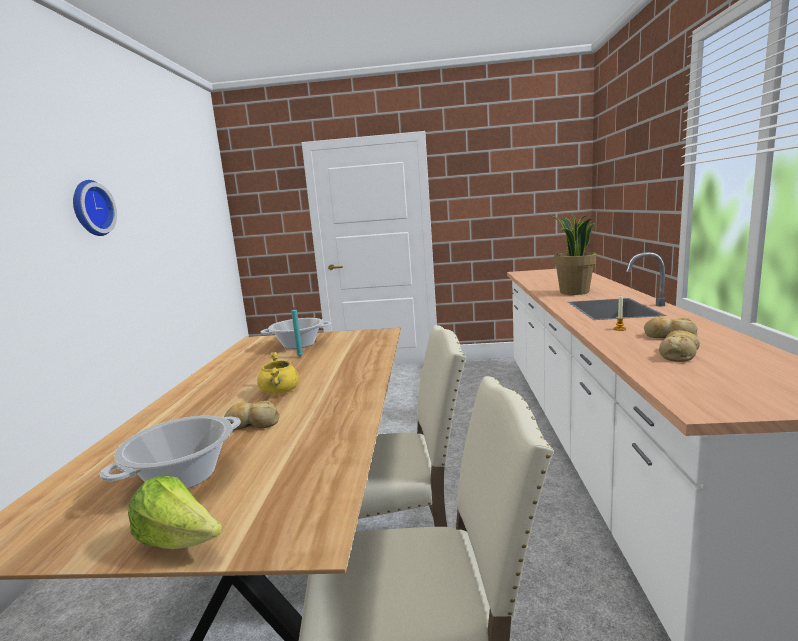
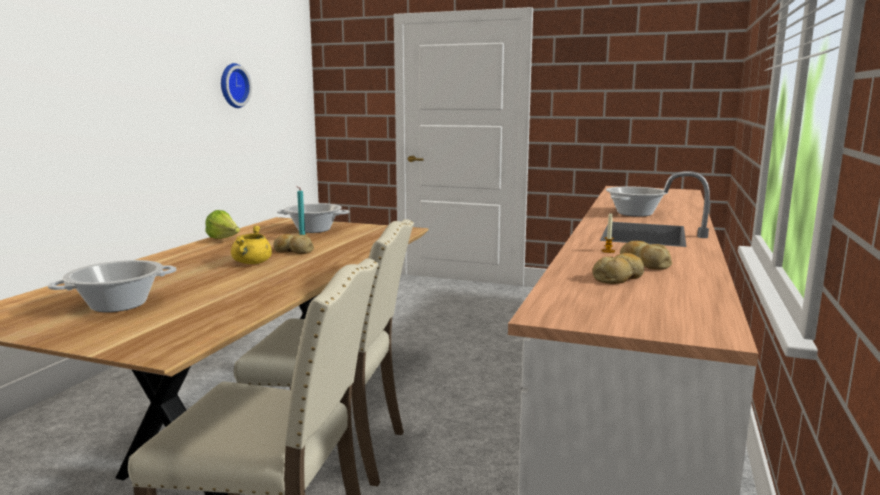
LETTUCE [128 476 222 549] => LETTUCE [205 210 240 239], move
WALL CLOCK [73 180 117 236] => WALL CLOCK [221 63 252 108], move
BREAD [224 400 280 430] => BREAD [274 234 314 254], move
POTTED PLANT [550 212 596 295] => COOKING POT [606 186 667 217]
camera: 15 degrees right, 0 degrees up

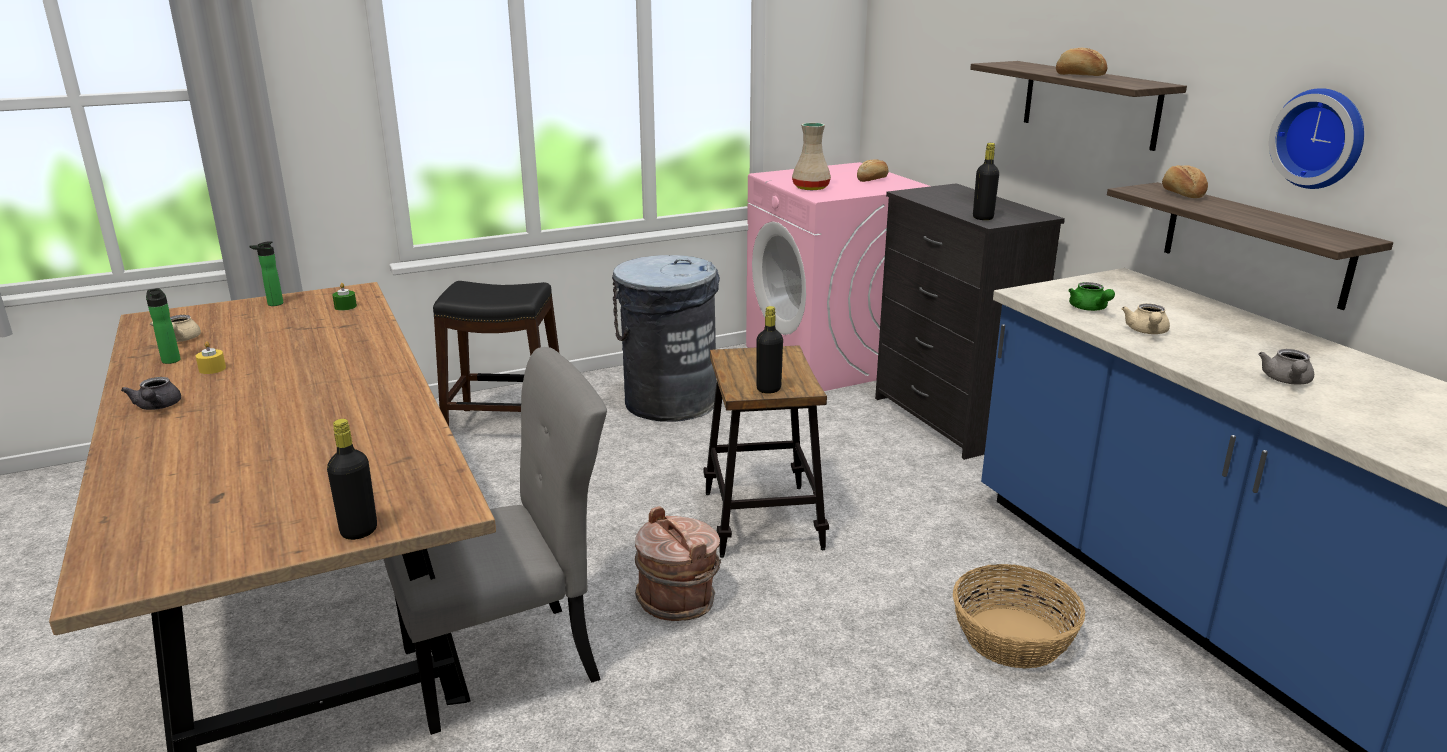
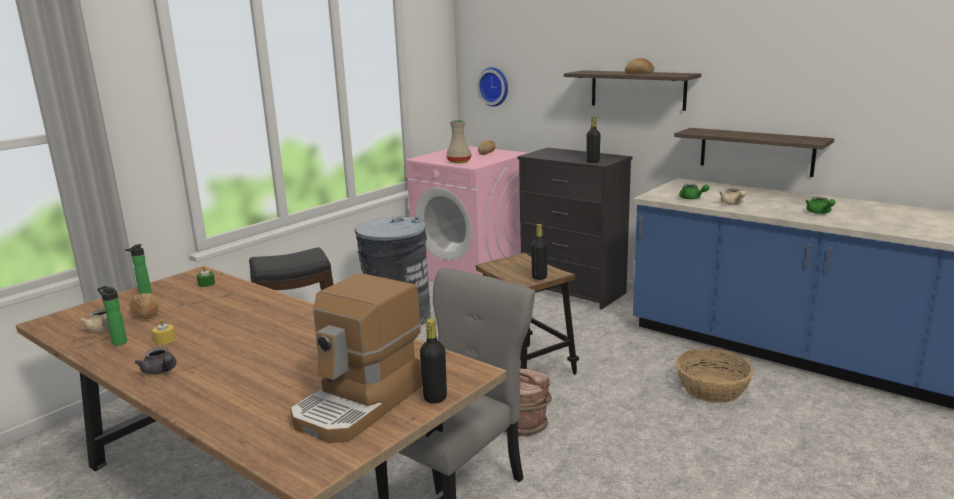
BREAD [1162 165 1208 198] => BREAD [129 293 159 319], move
nothing => COFFEE MACHINE [290 273 423 443]
WALL CLOCK [1269 88 1364 189] => WALL CLOCK [477 67 508 107], move
GREY TEAPOT [1258 349 1314 385] => GREEN TEAPOT [806 197 835 214]
camera: 25 degrees left, 5 degrees down

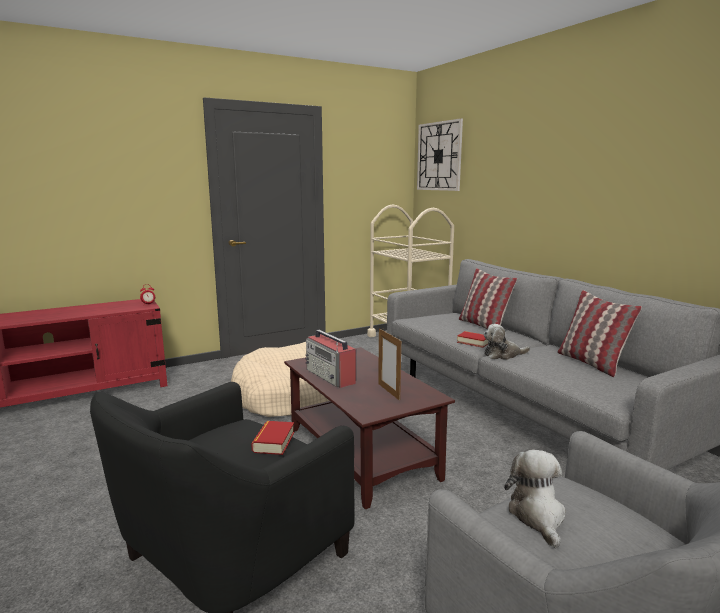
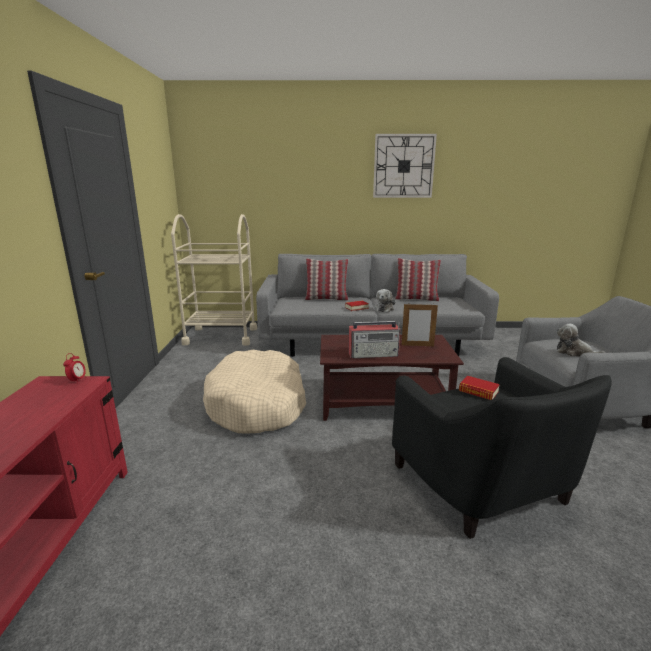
WALL CLOCK [417 118 463 191] => WALL CLOCK [373 134 437 198], move
camera: 60 degrees left, 5 degrees up

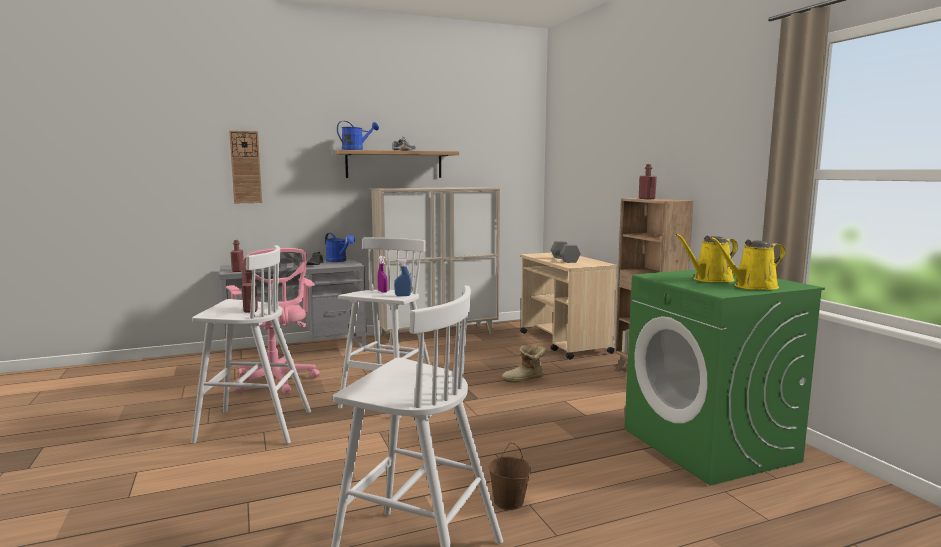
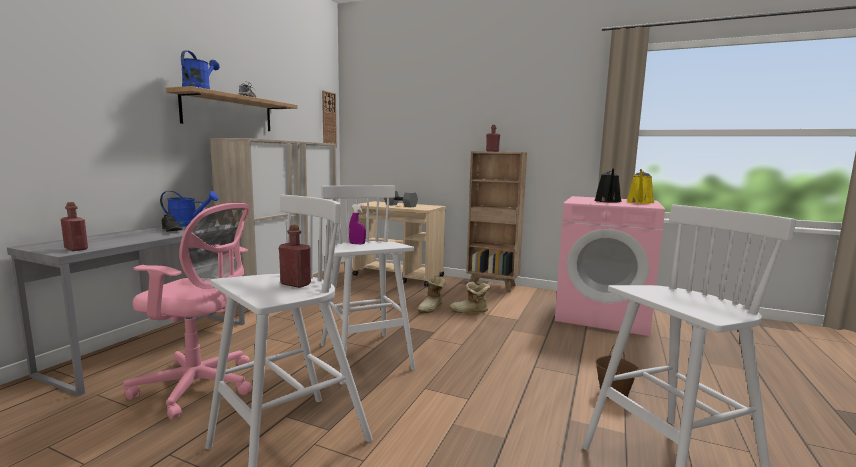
WALL CLOCK [229 131 262 203] => WALL CLOCK [322 91 337 148], move
nothing => BOOT [450 282 491 313]
GREEN WASHING MACHINE [625 270 825 486] => PINK WASHING MACHINE [555 196 665 336]
YELLOW WATERING CAN [675 234 738 282] => BLACK WATERING CAN [594 169 622 203]
BLUE SPRAY BOTTLE [394 259 411 296] => nothing
camera: 45 degrees left, 0 degrees up

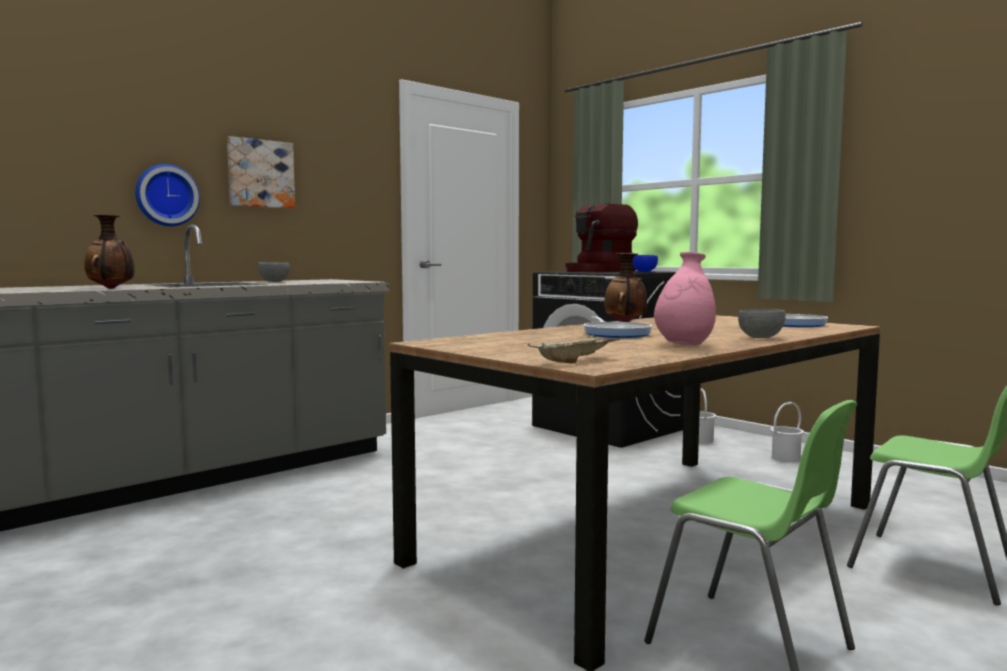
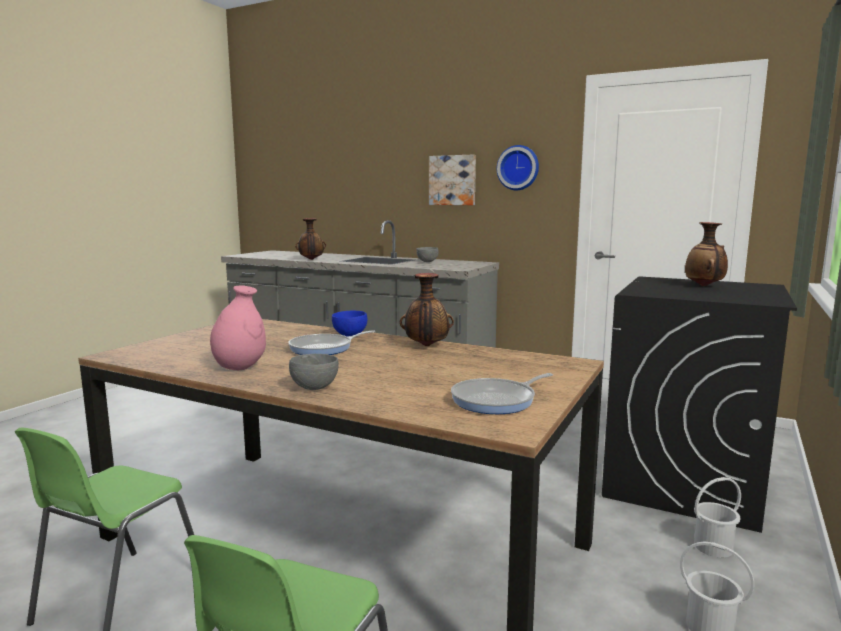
BLUE BOWL [632 255 658 272] => BLUE BOWL [332 311 367 336], move
WALL CLOCK [135 164 200 226] => WALL CLOCK [496 145 539 190], move
COFFEE MACHINE [565 203 638 272] => VASE [685 222 728 286]
BEIGE TRAY [528 334 620 363] => nothing
camera: 70 degrees right, 5 degrees up

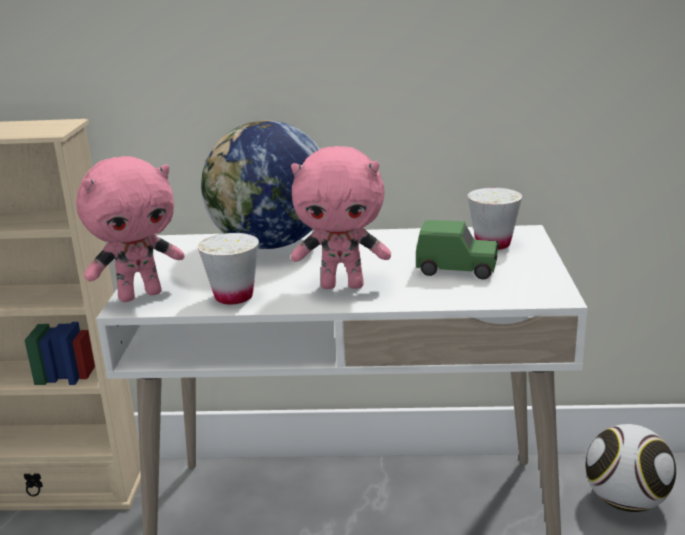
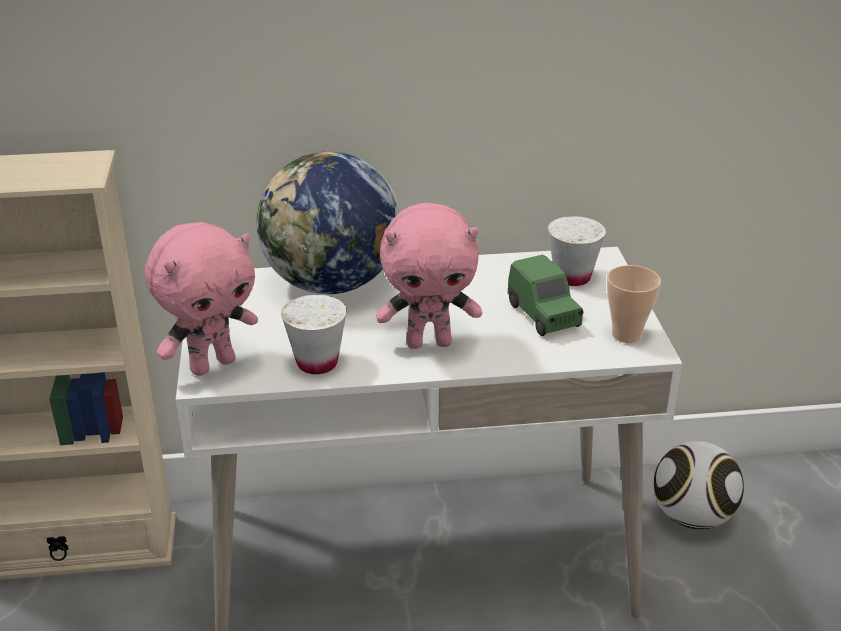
GREEN TOY CAR [416 220 500 279] => GREEN TOY CAR [508 255 583 336], 60 degrees clockwise
nothing => CUP [607 265 661 343]
camera: 10 degrees left, 10 degrees up

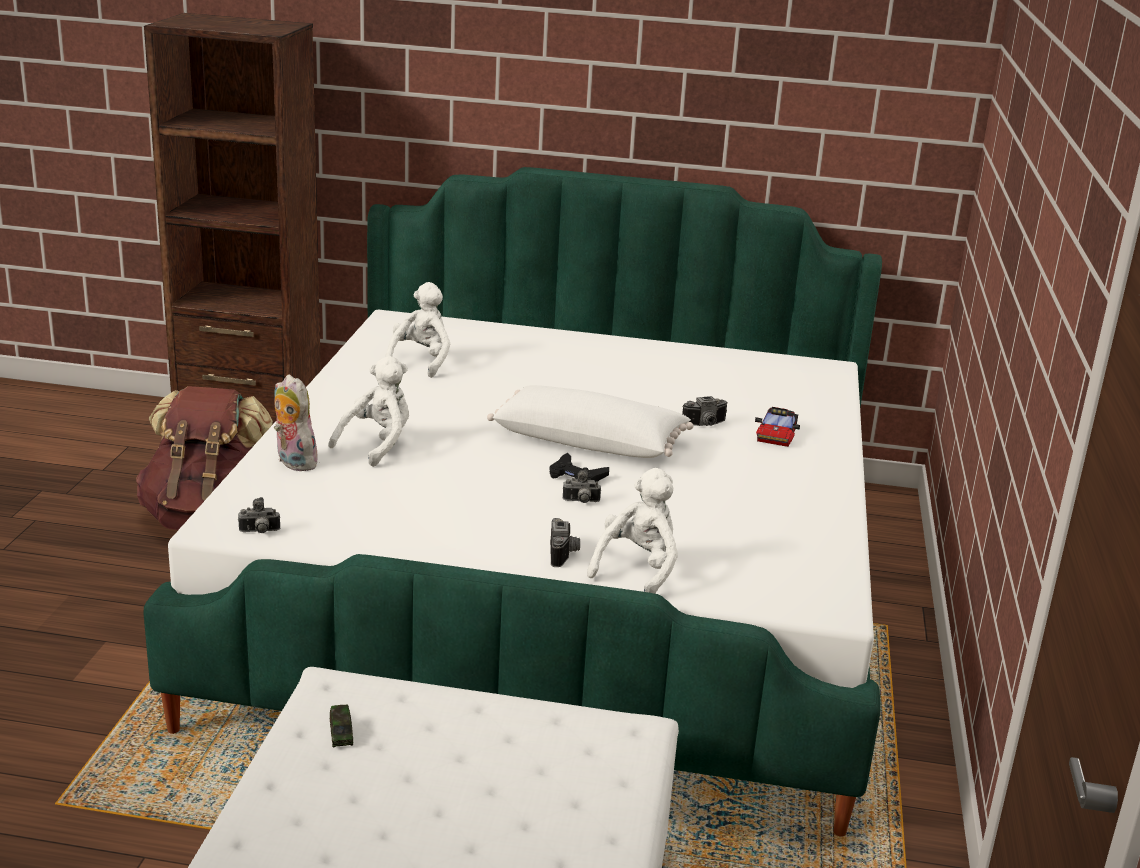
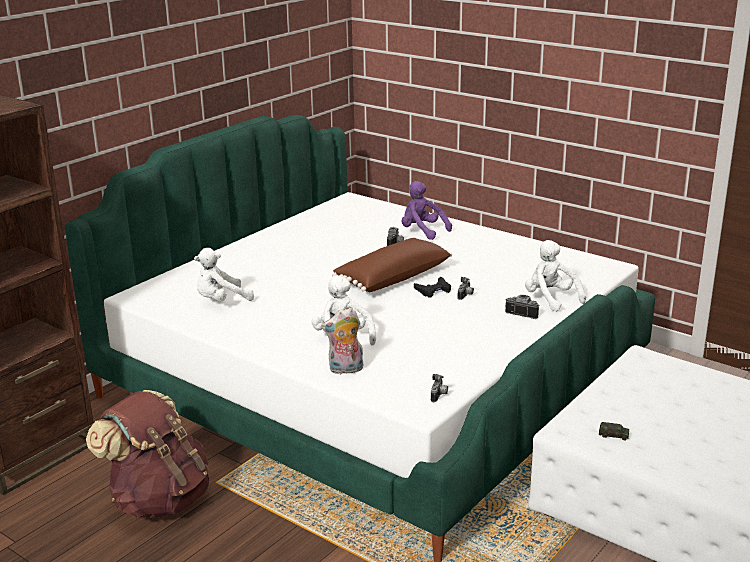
WHITE PLUSH TOY [385 282 451 378] => WHITE PLUSH TOY [194 248 254 302], 75 degrees counterclockwise
WHITE PILLOW [487 385 694 458] => BROWN PILLOW [332 238 452 292]
TOY CAR [755 407 800 447] => PURPLE PLUSH TOY [401 181 452 240]
camera: 60 degrees left, 0 degrees up

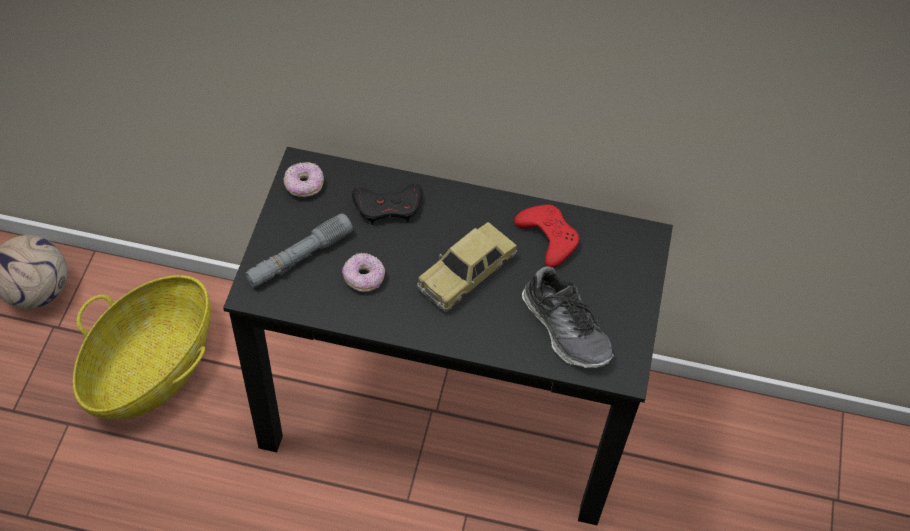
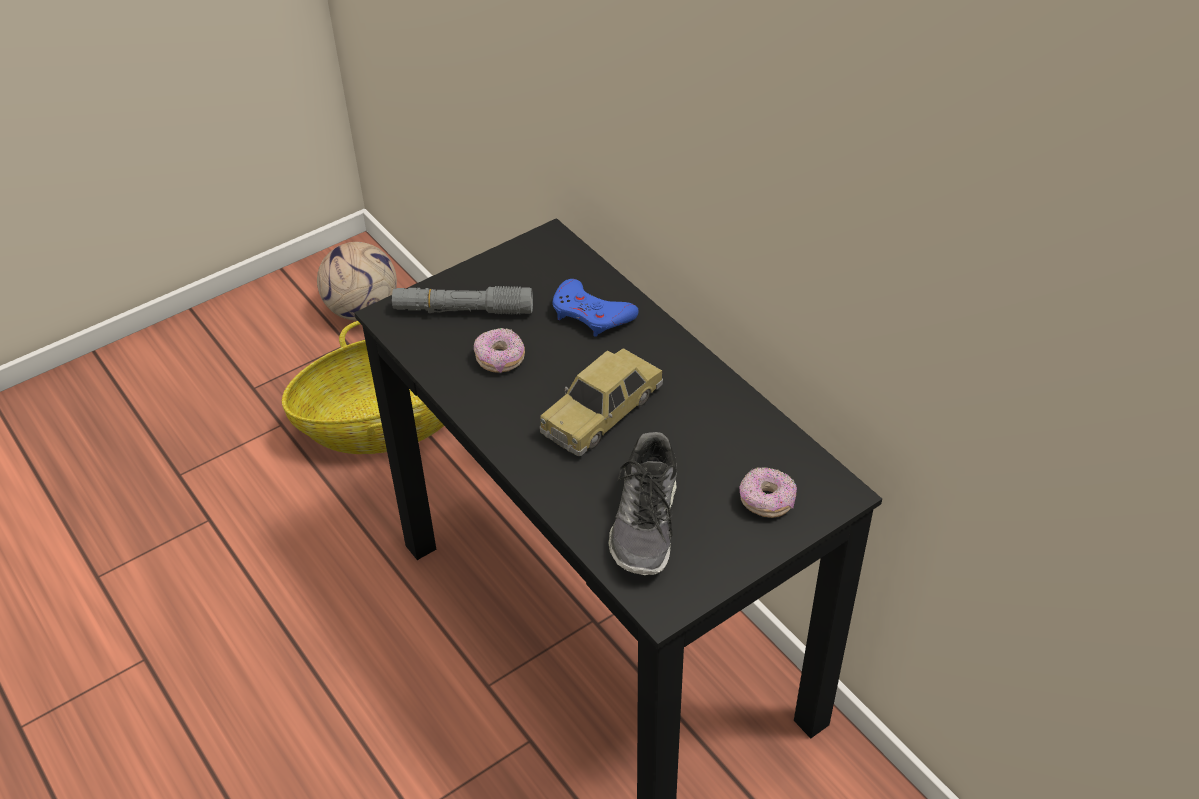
TOY CAR [417 222 517 312] => TOY CAR [540 348 663 456], 45 degrees counterclockwise
BLACK GAME CONTROLLER [352 184 422 225] => BLUE GAME CONTROLLER [553 279 639 337]
DONUT [284 162 324 197] => DONUT [740 467 797 518], move
RED GAME CONTROLLER [514 205 579 268] => nothing
camera: 45 degrees right, 10 degrees down

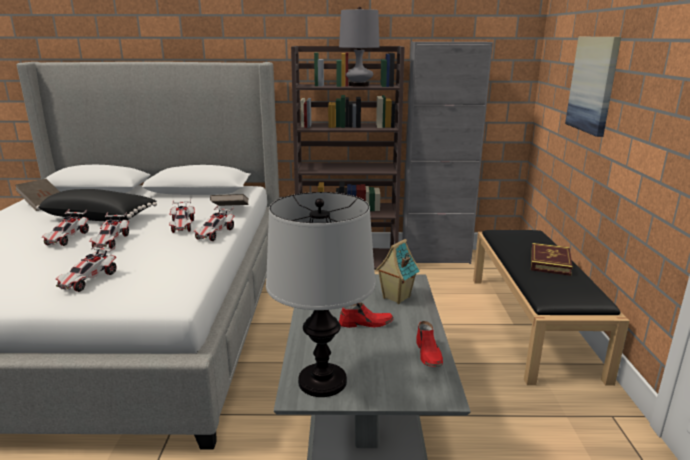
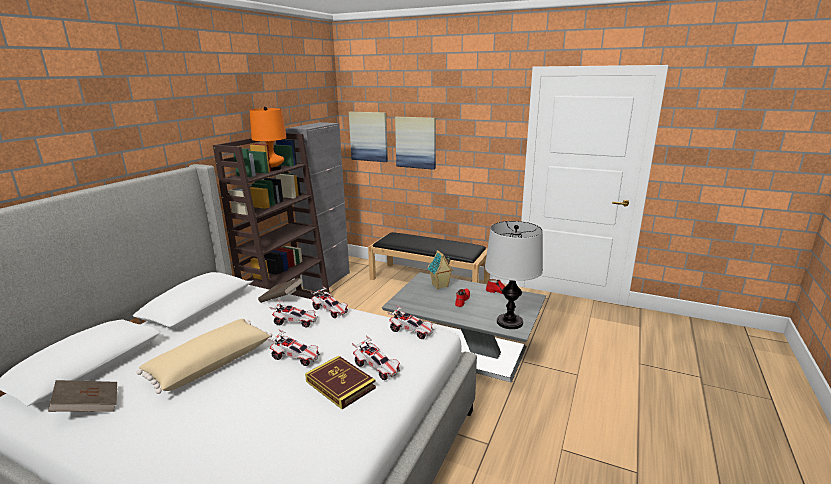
BLACK PILLOW [36 189 157 222] => BEIGE PILLOW [136 319 272 394]
GREY TABLE LAMP [339 7 380 87] => ORANGE TABLE LAMP [249 107 287 171]
BOOK [531 243 573 276] => BOOK [305 356 376 409], move
nothing => PICTURE [349 111 388 162]
TOY CAR [42 209 89 246] => TOY CAR [388 305 434 339], move
camera: 65 degrees left, 0 degrees up

